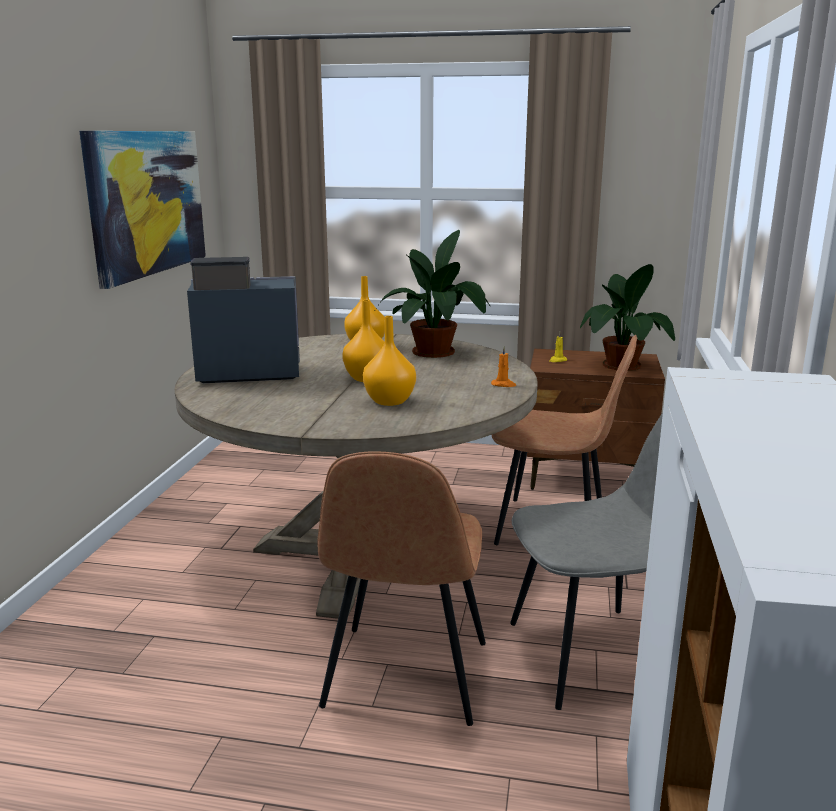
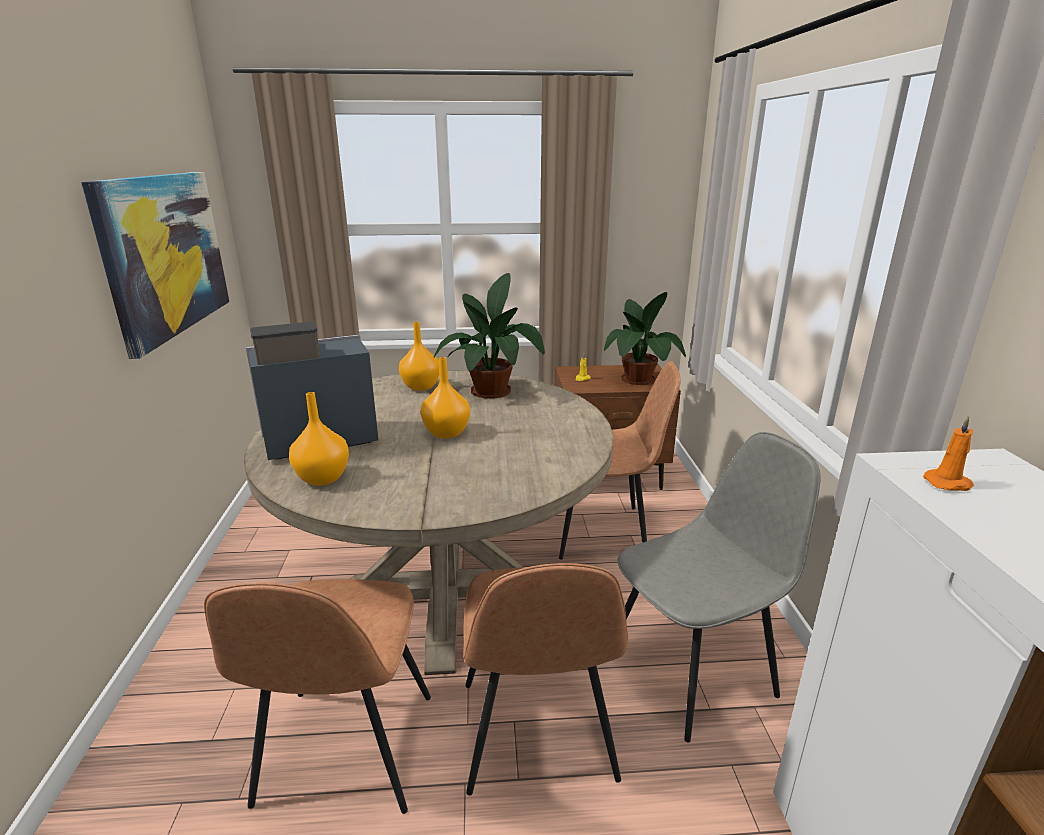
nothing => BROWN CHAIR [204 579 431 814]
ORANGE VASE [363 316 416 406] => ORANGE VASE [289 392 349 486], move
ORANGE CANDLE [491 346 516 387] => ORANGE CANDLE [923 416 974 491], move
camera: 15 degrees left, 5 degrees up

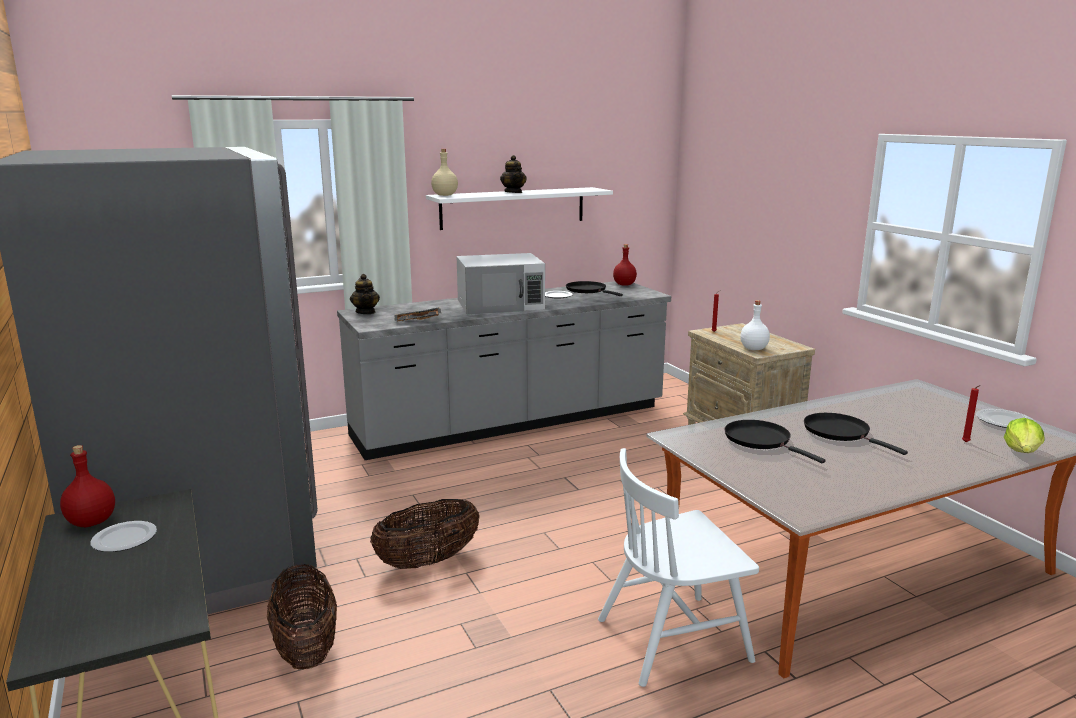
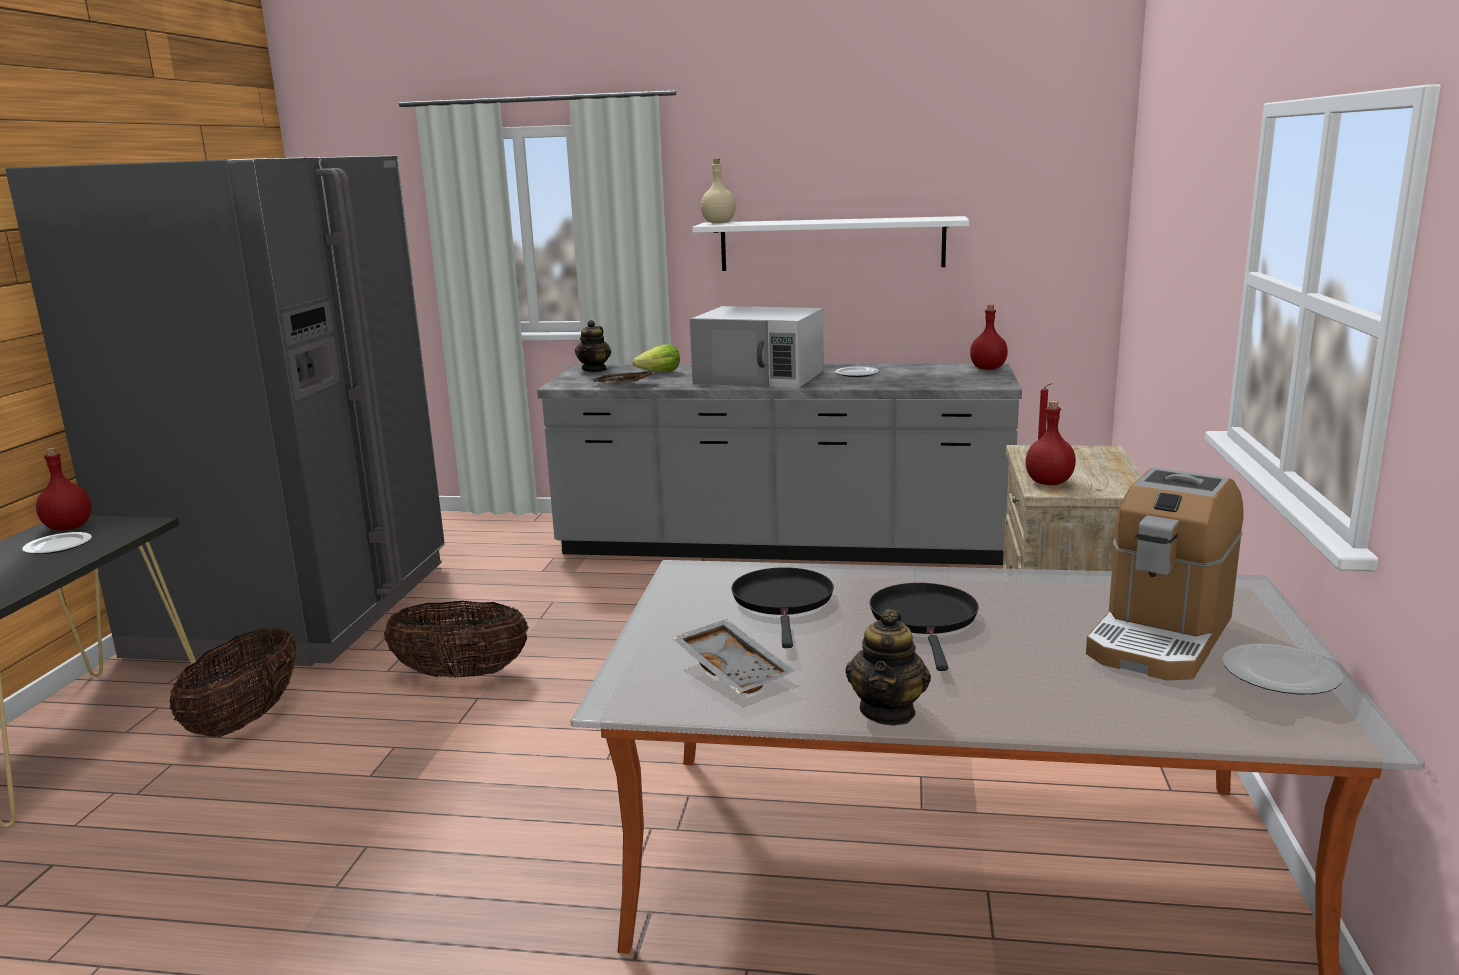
LETTUCE [1004 418 1045 453] => LETTUCE [632 344 680 372], move
nothing => GREY TRAY [673 619 795 694]
TEAPOT [500 155 527 193] => TEAPOT [845 609 931 725], move
WHITE BOTTLE [740 300 770 350] => RED BOTTLE [1025 401 1076 485]
nothing => COFFEE MACHINE [1086 467 1244 680]
BLACK FRYING PAN [566 281 623 296] => nothing
WHITE CHAIR [598 448 759 687] => nothing
RED CANDLE [962 385 981 442] => nothing
camera: 35 degrees right, 0 degrees up

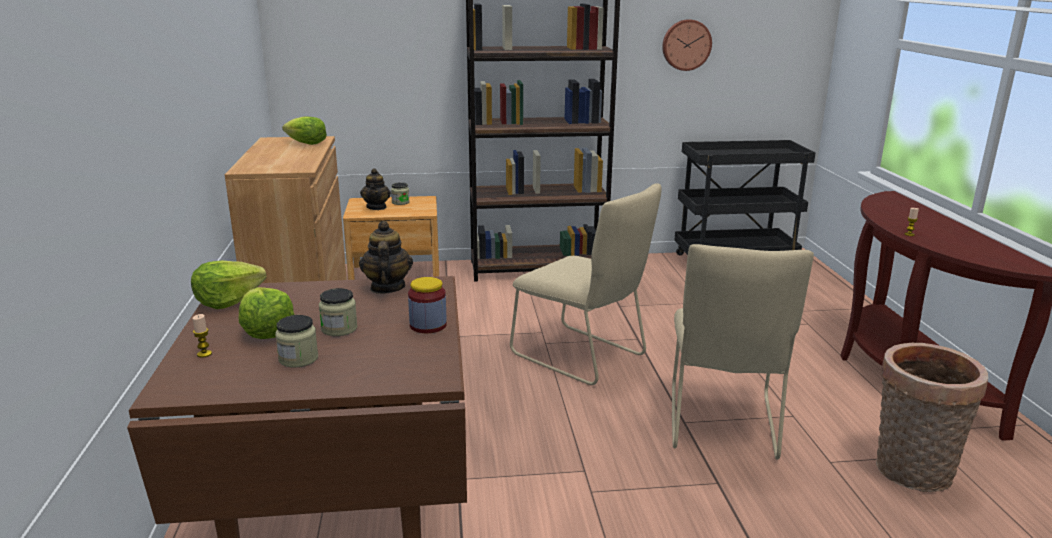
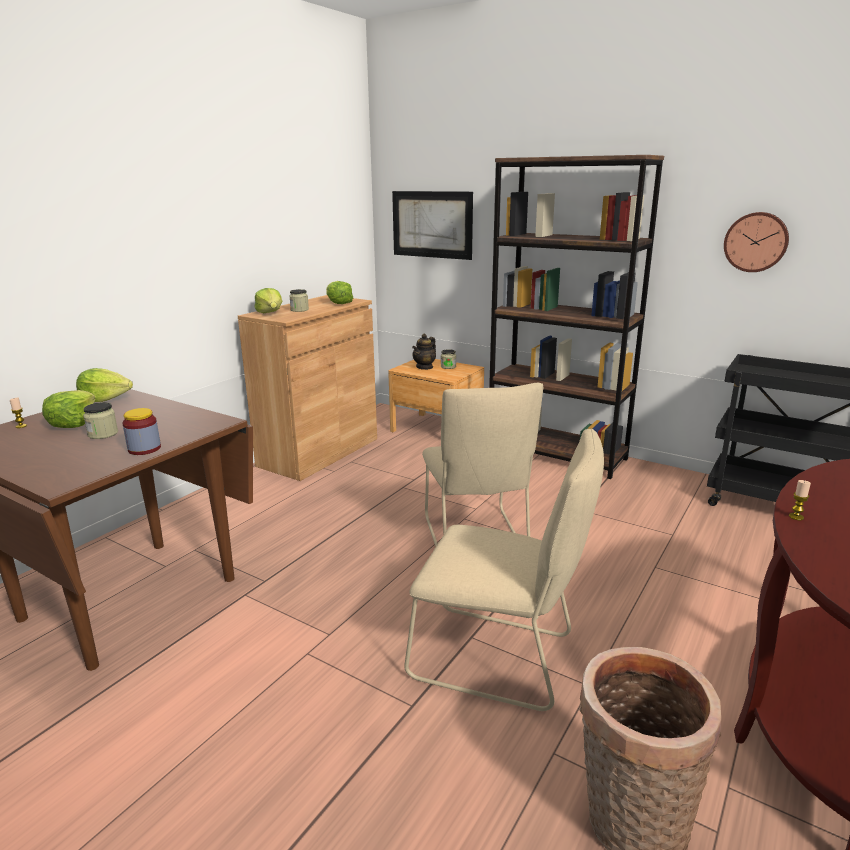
nothing => LETTUCE [254 288 282 313]
JAR [275 315 318 368] => JAR [289 289 309 312], move
nothing => PICTURE [392 191 473 260]
BEIGE CHAIR [672 244 814 460] => BEIGE CHAIR [404 429 604 711], 120 degrees counterclockwise
TEAPOT [359 220 413 294] => nothing
camera: 40 degrees right, 0 degrees up

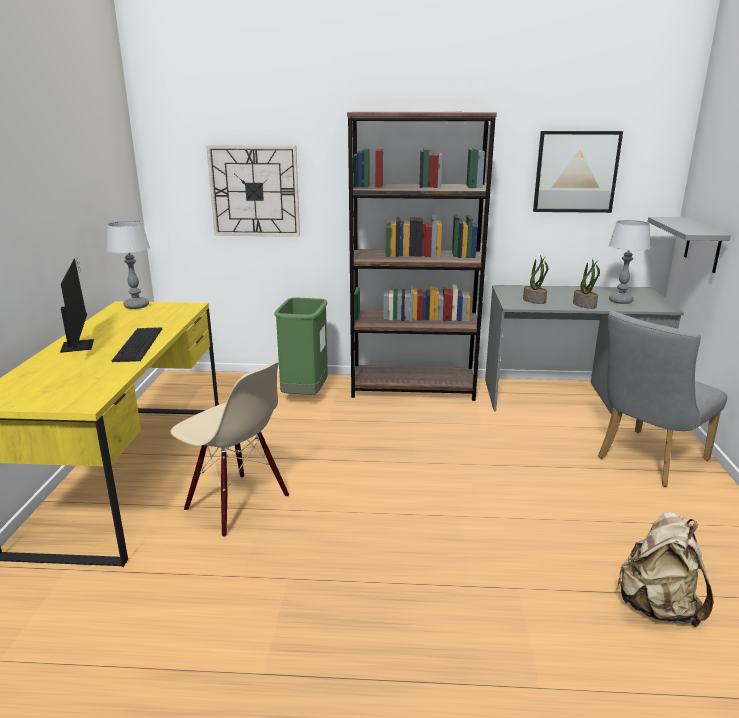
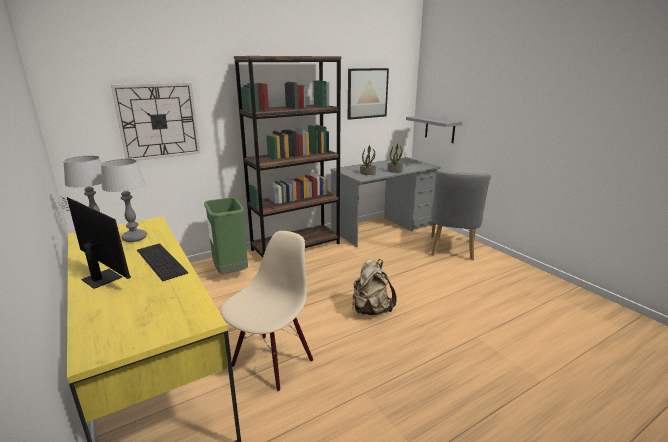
TABLE LAMP [609 220 650 304] => TABLE LAMP [101 159 147 242], move
BEIGE CHAIR [170 362 289 537] => BEIGE CHAIR [221 231 313 392], 60 degrees counterclockwise
BEIGE BACKPACK [616 512 714 627] => BEIGE BACKPACK [352 259 397 315], move
camera: 35 degrees left, 0 degrees up

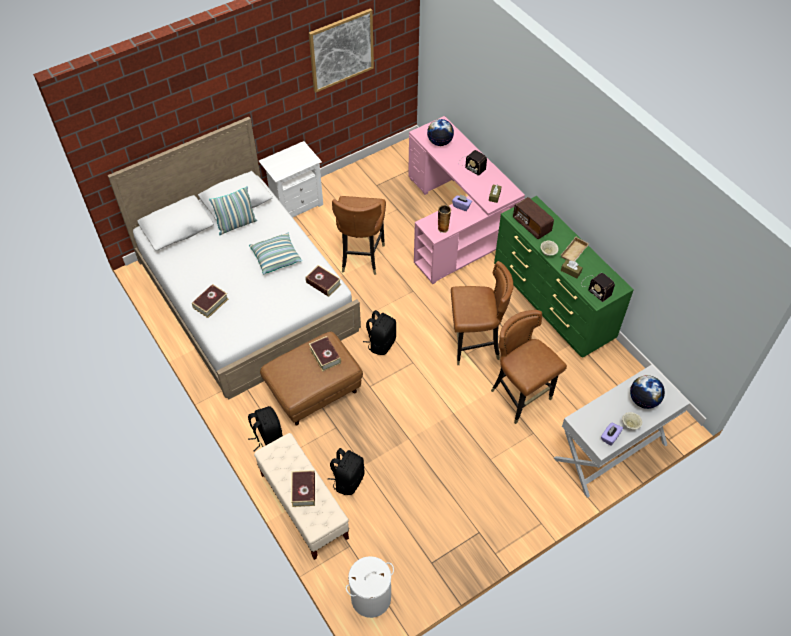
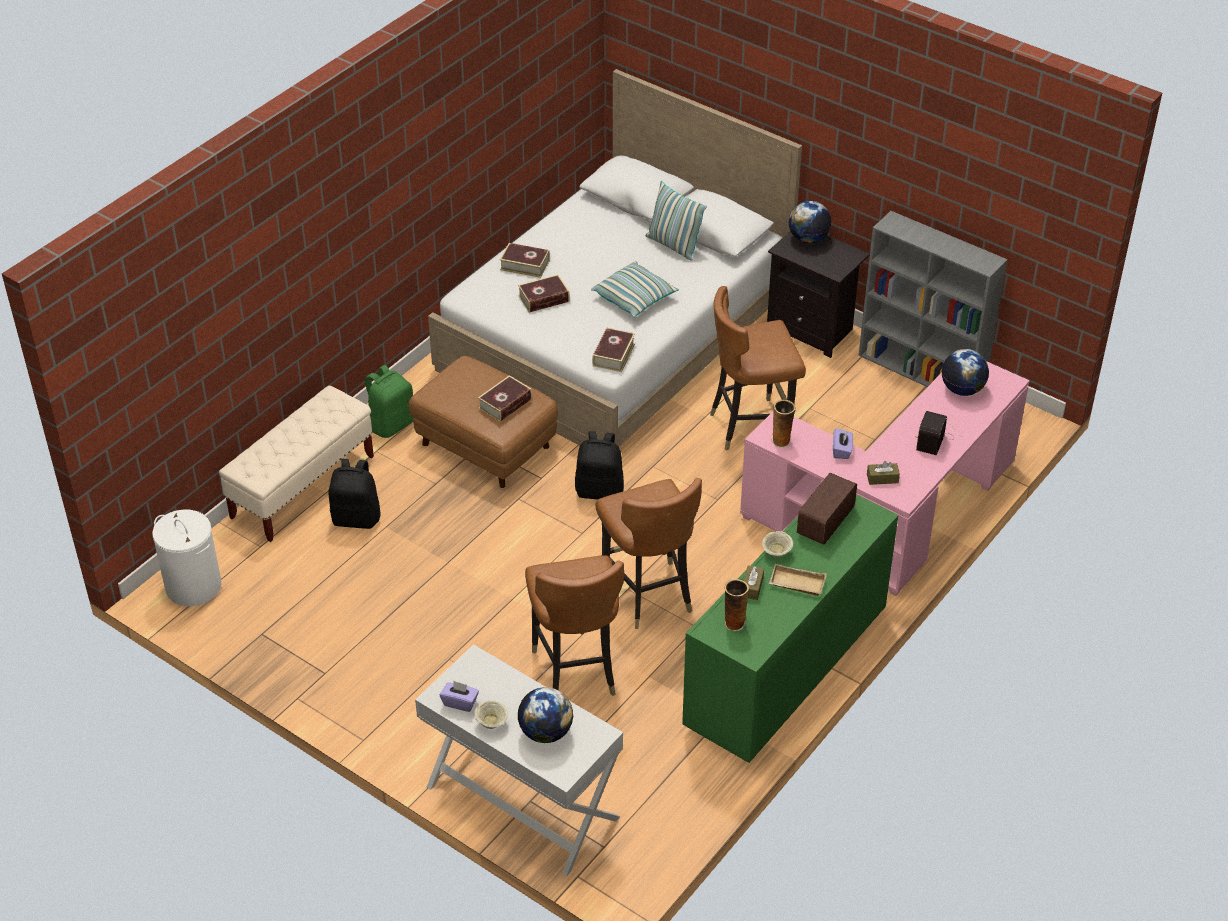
BLACK BACKPACK [248 406 283 451] => GREEN BACKPACK [365 365 414 438]
BOOK [291 470 315 507] => BOOK [518 274 570 313], move
BROWN CHAIR [491 310 567 424] => BROWN CHAIR [525 555 624 696], 135 degrees clockwise
RADIO [581 273 615 302] => VASE [724 579 749 631]
WHITE NIGHTSTAND [259 141 323 218] => BLACK NIGHTSTAND [767 231 870 358]
nothing => GLOBE [789 201 832 244]
nothing => GREY BOOKCASE [859 211 1007 387]
PICTURE [309 8 374 93] => nothing
camera: 70 degrees right, 10 degrees down

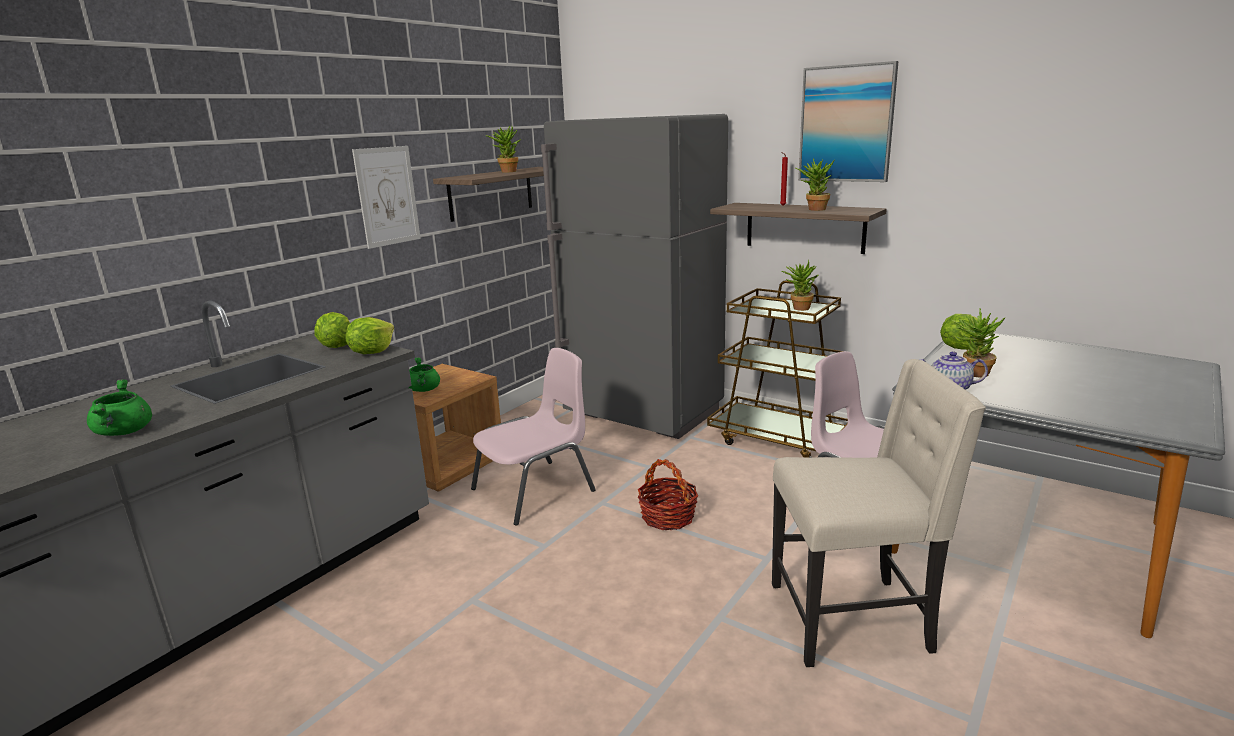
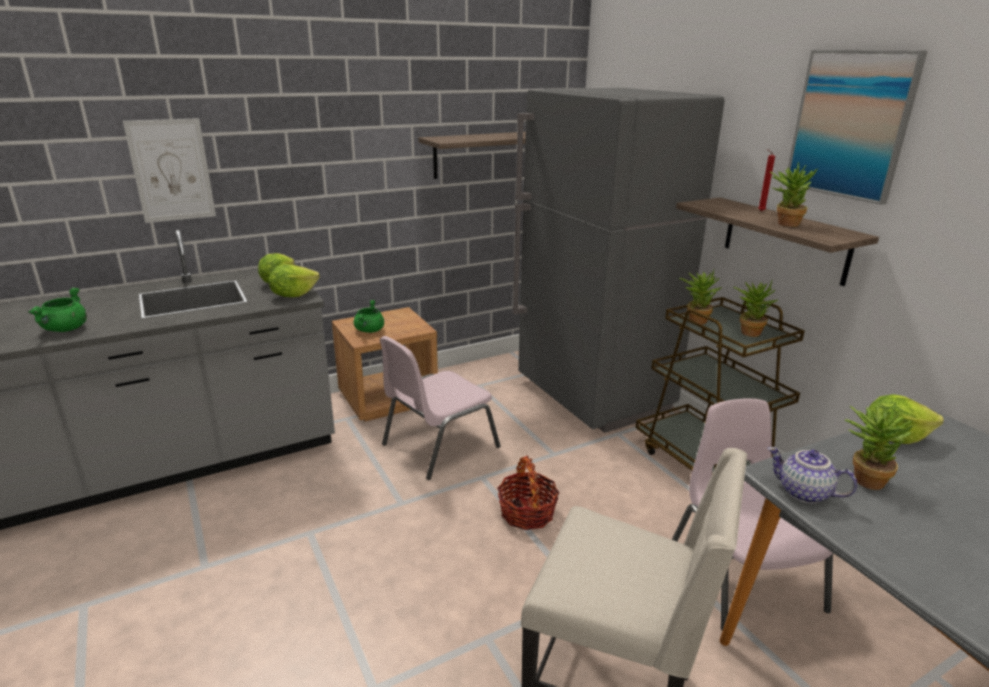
PICTURE [352 146 421 249] => PICTURE [123 118 216 223], move
PINK CHAIR [471 348 596 526] => PINK CHAIR [380 336 501 480], 150 degrees clockwise
POTTED PLANT [485 126 521 172] => POTTED PLANT [679 270 722 325], move
camera: 25 degrees right, 5 degrees up

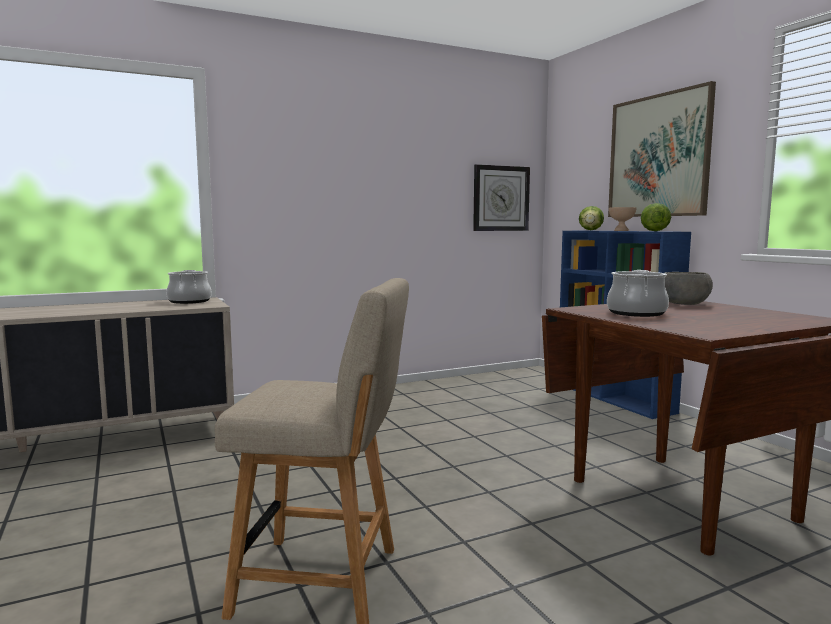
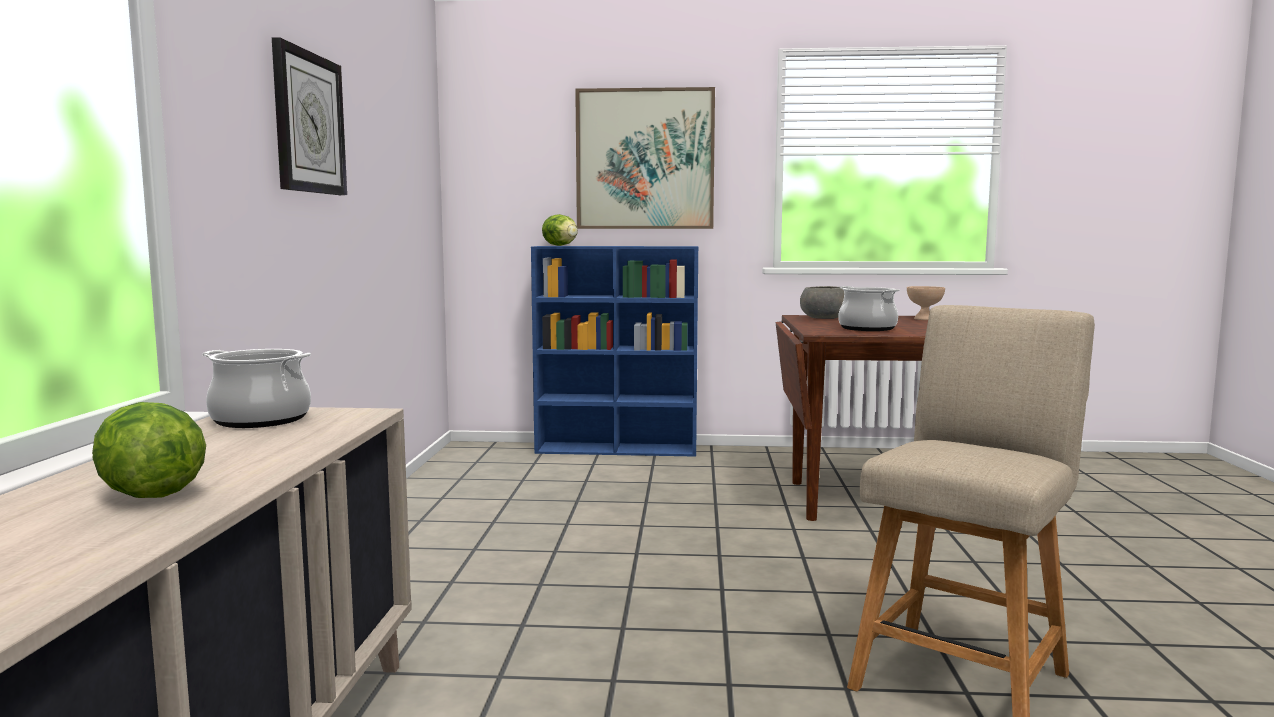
LETTUCE [641 203 671 231] => LETTUCE [92 402 206 498], move
WALL CLOCK [473 164 530 231] => WALL CLOCK [272 37 347 195], move
BEIGE BOWL [609 207 637 231] => BEIGE BOWL [907 286 945 320], move
camera: 60 degrees left, 0 degrees up

